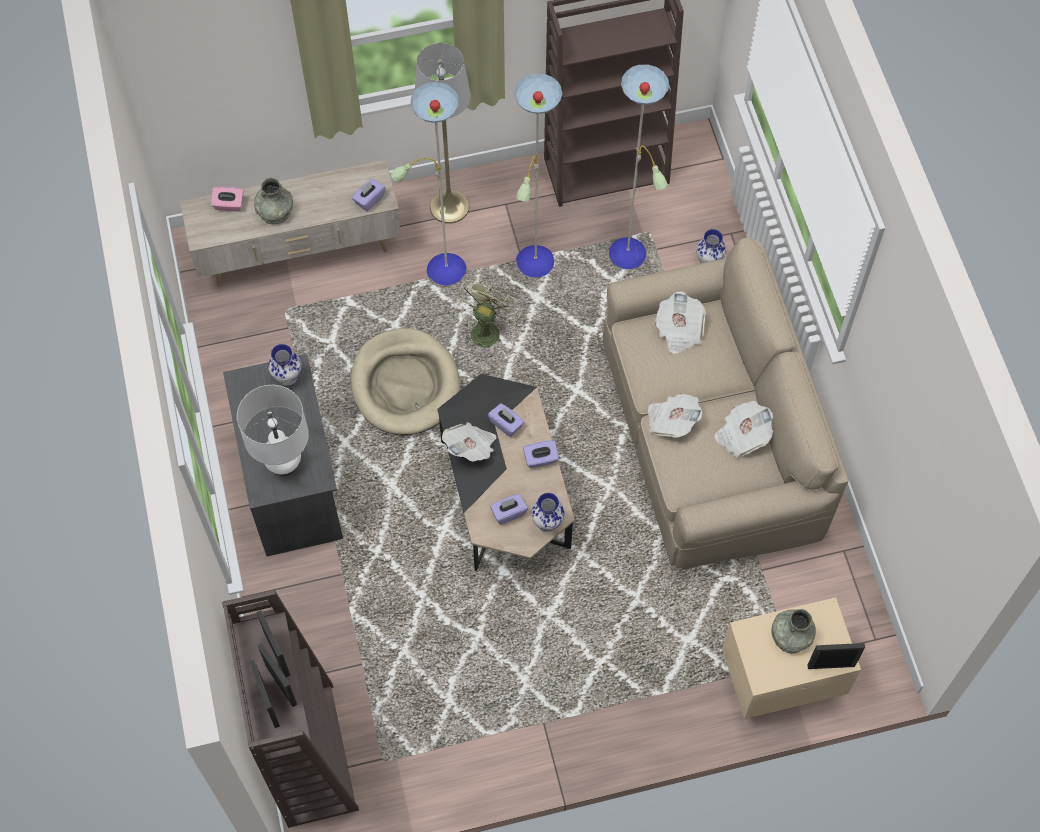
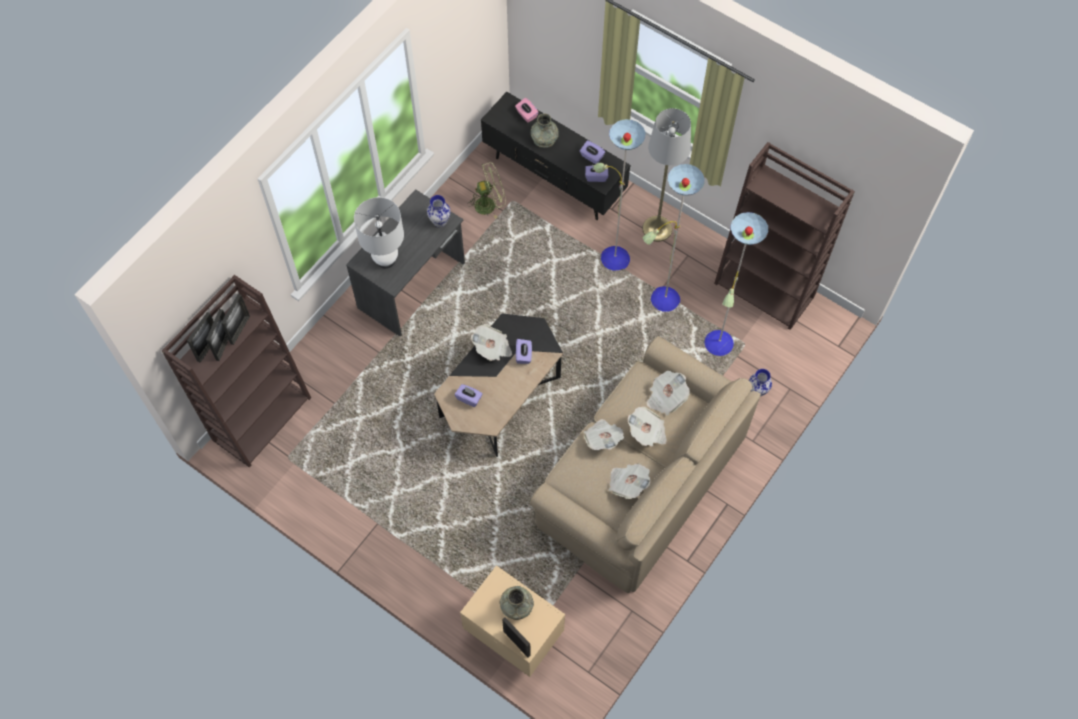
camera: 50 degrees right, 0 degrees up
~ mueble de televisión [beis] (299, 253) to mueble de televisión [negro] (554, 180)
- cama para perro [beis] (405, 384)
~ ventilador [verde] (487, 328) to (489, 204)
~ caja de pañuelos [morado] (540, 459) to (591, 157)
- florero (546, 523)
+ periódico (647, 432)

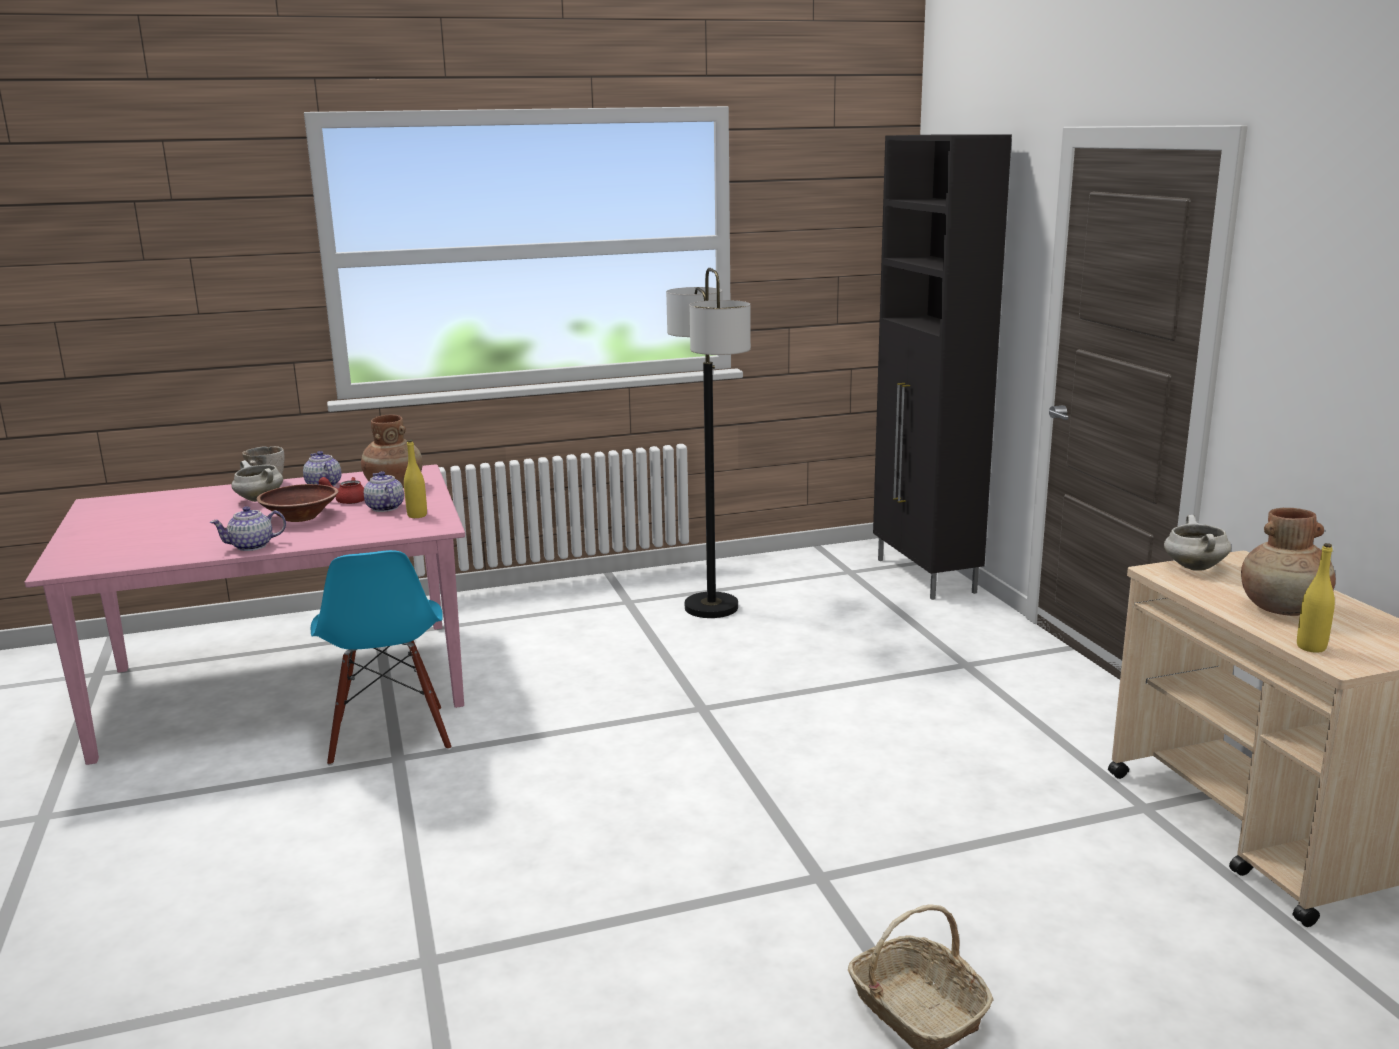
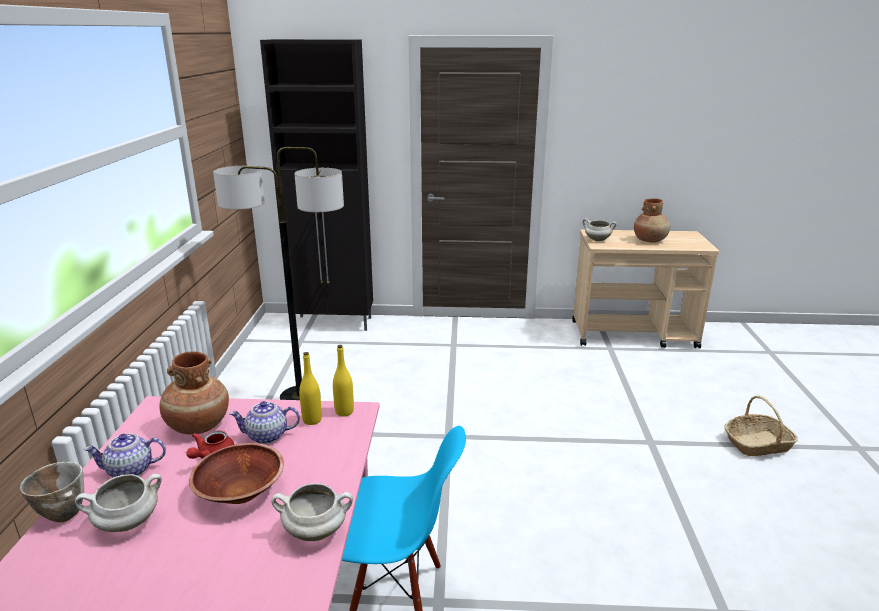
camera: 70 degrees left, 5 degrees up
~ tetera (252, 546) to olla [blanco] (316, 531)
~ botella [amarillo] (1311, 647) to (344, 412)

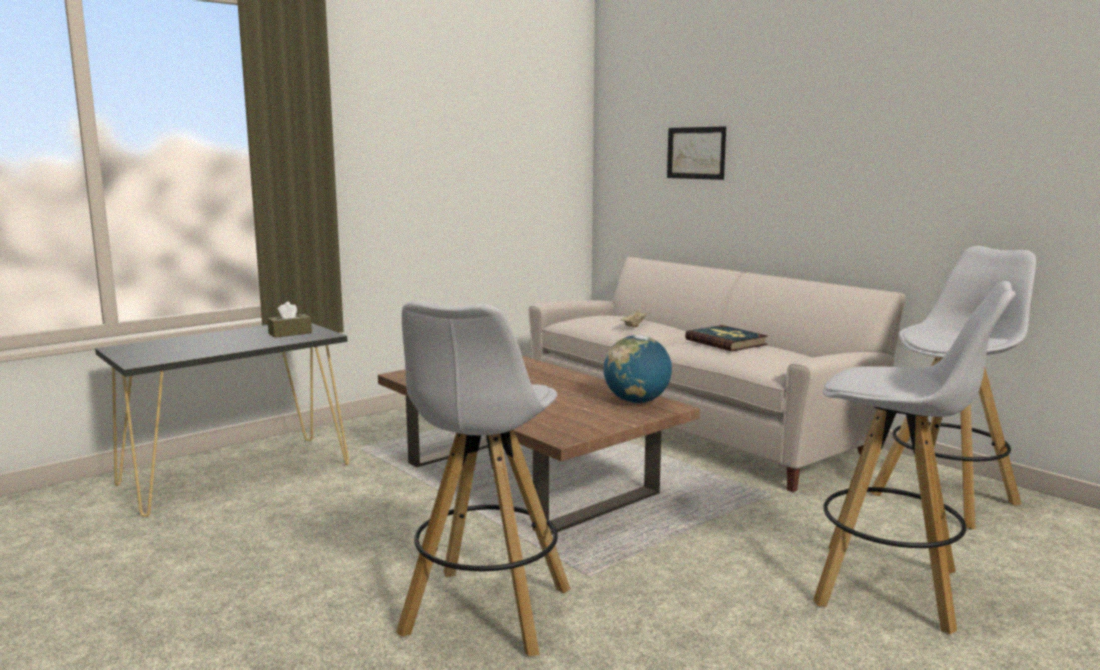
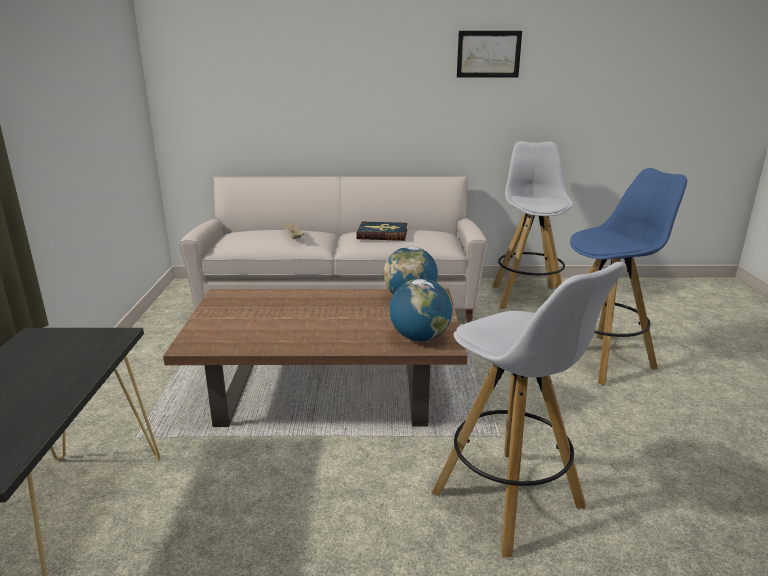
camera: 50 degrees left, 10 degrees up
- caja de pañuelos [marrón] (290, 333)
~ cuadro (696, 153) to (488, 54)
~ taburete [blanco] (890, 588) to taburete [azul] (602, 358)
+ globo terráqueo (419, 338)

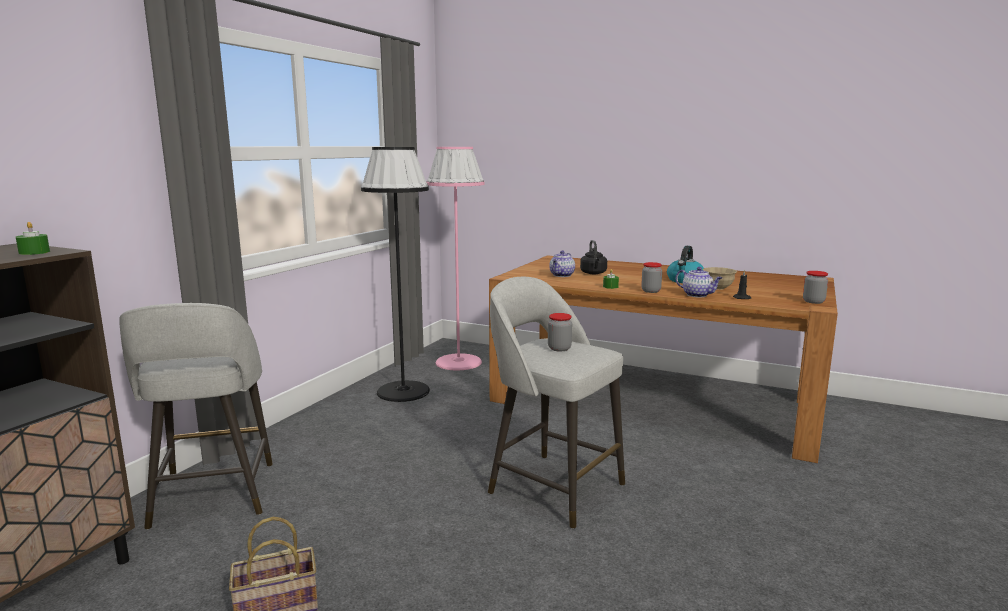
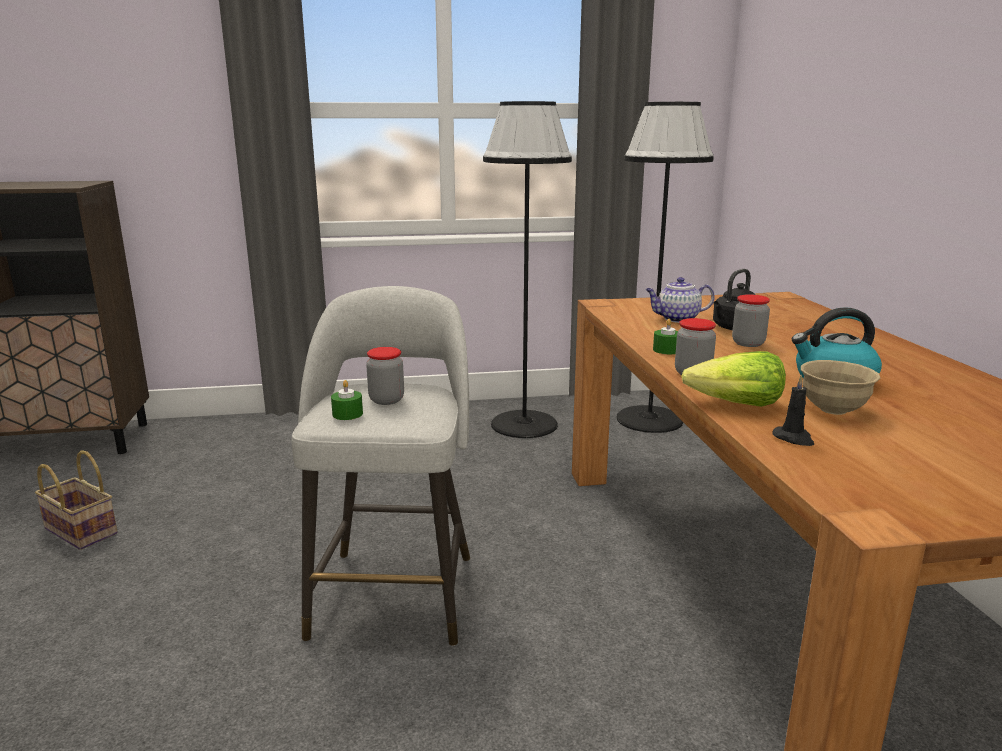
camera: 55 degrees right, 5 degrees up
~ vela [verde] (34, 252) to (347, 414)
- taburete [gris] (213, 496)
~ lámpara de pie [rosa] (458, 362) to lámpara de pie [negro] (649, 419)
~ tetera (698, 295) to lechuga (735, 404)
~ tarro (813, 301) to (748, 343)

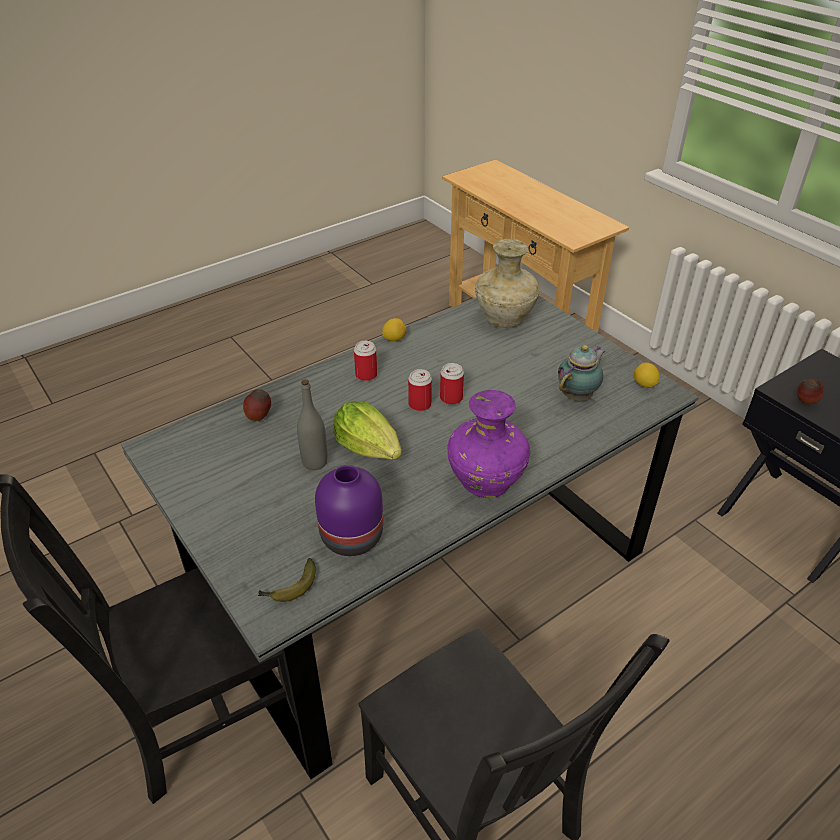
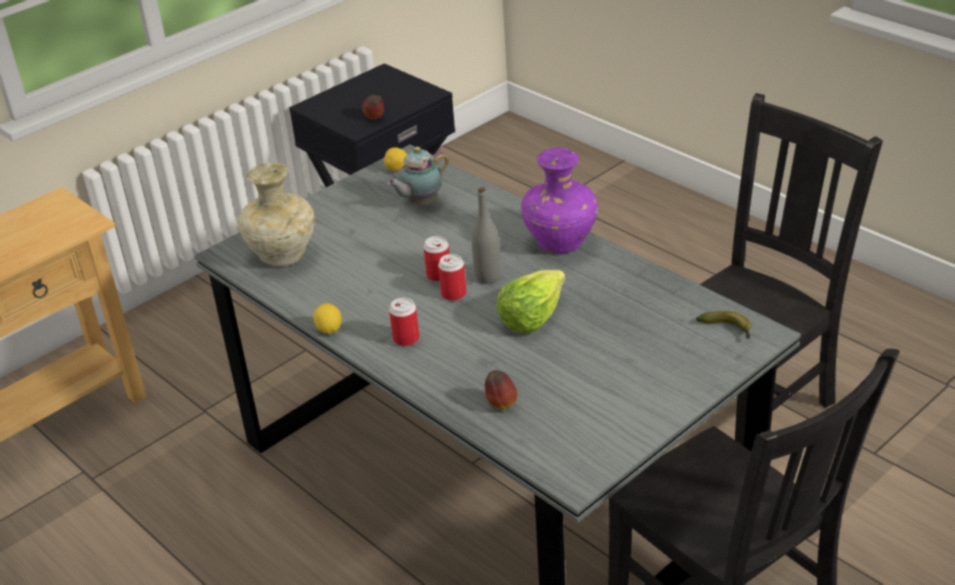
camera: 95 degrees left, 5 degrees down
~ botella [gris] (315, 462) to (488, 277)
- florero [morado] (353, 536)
~ tetera (578, 395) = (420, 203) 75 degrees counterclockwise

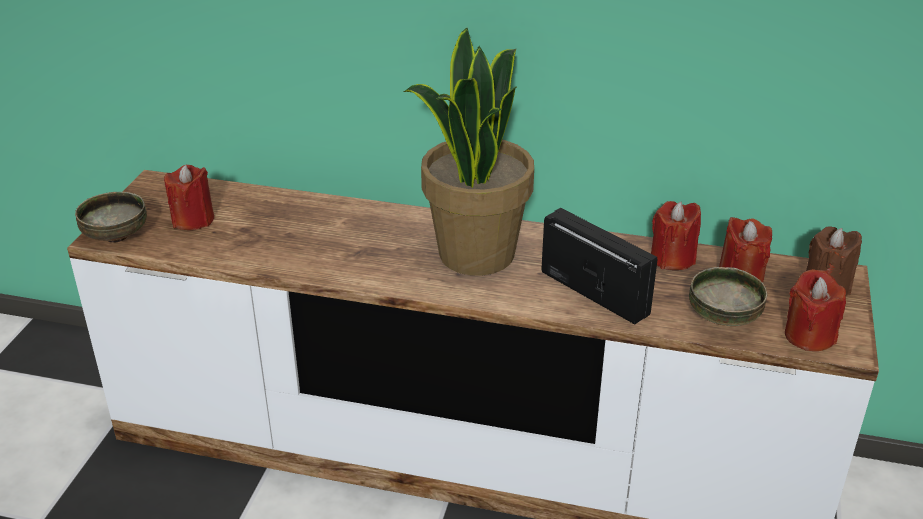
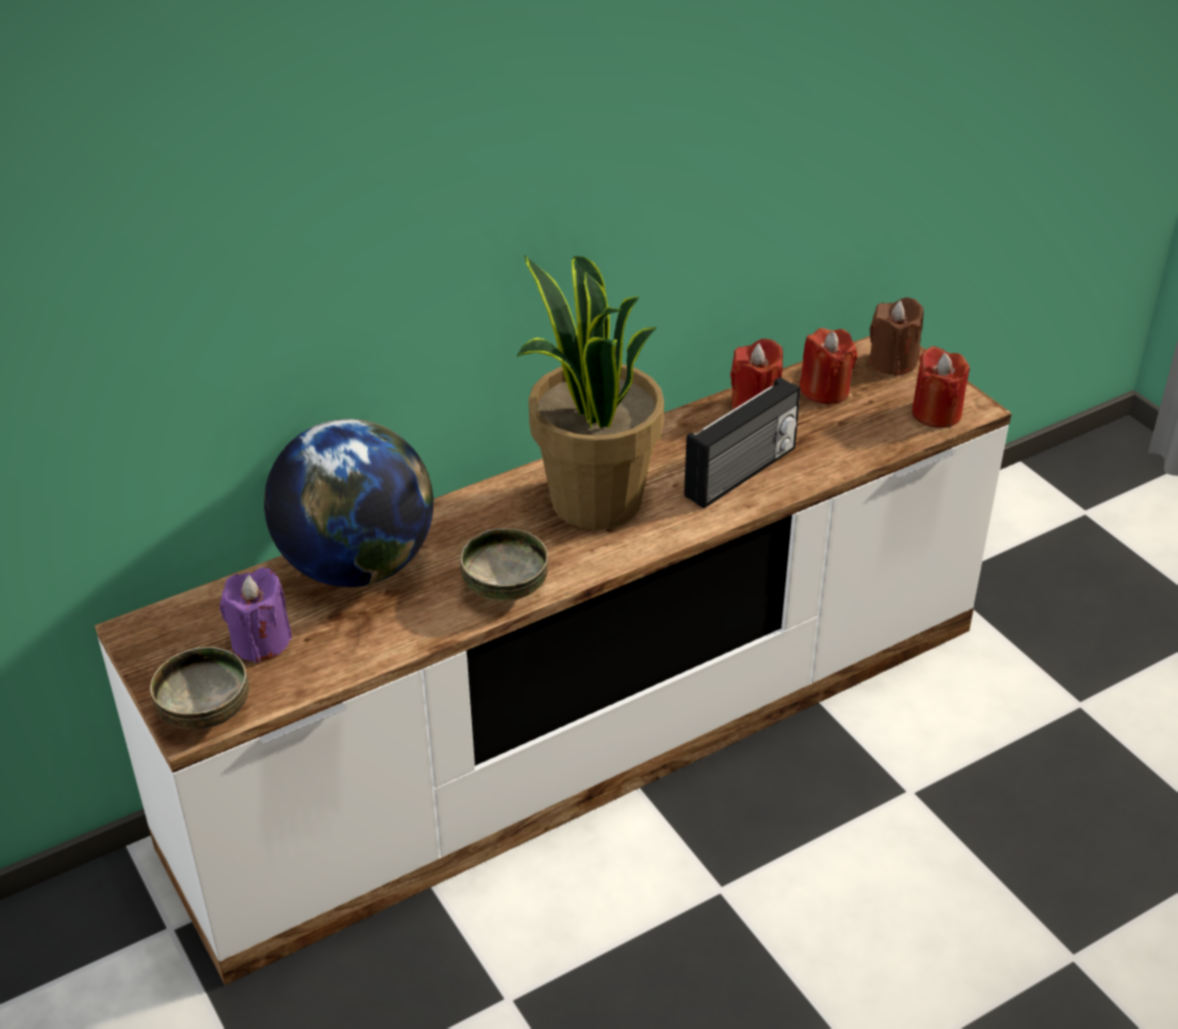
camera: 45 degrees left, 5 degrees up
~ vela [rojo] (193, 219) to vela [morado] (261, 641)
~ radio (596, 292) = (742, 473) 135 degrees clockwise
~ cuenco (723, 317) to (504, 588)
+ globo terráqueo (357, 566)

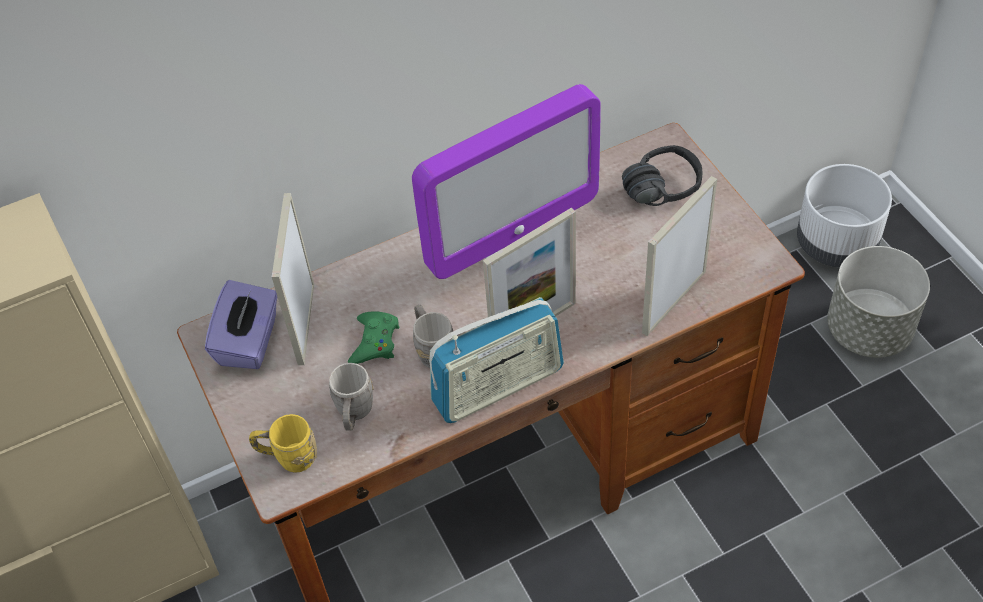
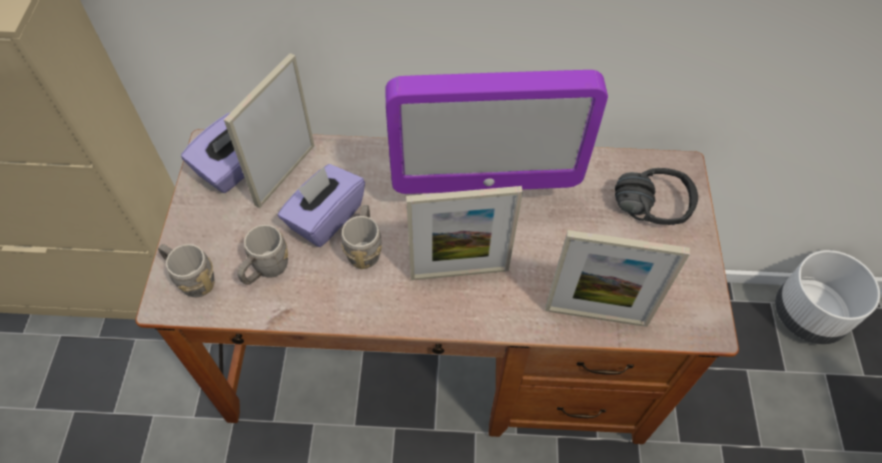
camera: 25 degrees right, 5 degrees up
~ taza grande [amarillo] (288, 457) to taza grande [gris] (192, 279)
~ mando de consola [verde] (375, 342) to caja de pañuelos [morado] (325, 217)
- radio (498, 386)
~ portarretratos (674, 302) = (596, 316) 150 degrees counterclockwise
- maceta [gris] (869, 330)

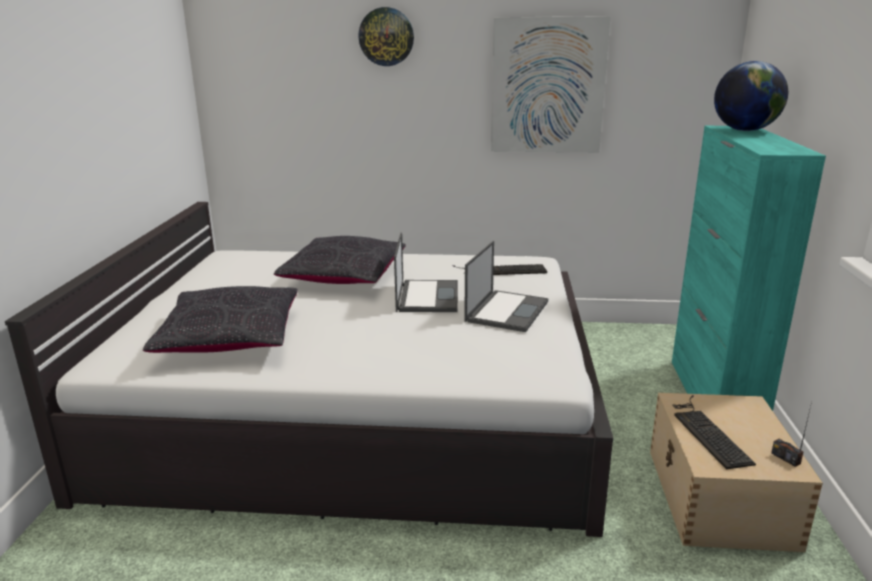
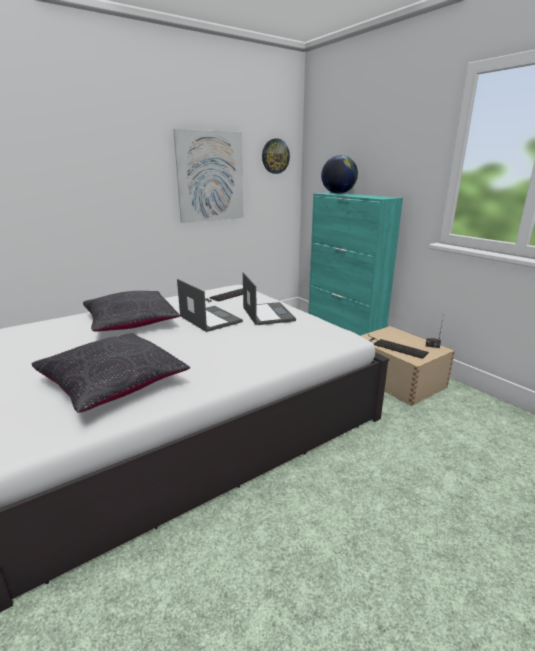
camera: 40 degrees left, 0 degrees up
~ reloj de pared (386, 37) to (275, 156)

